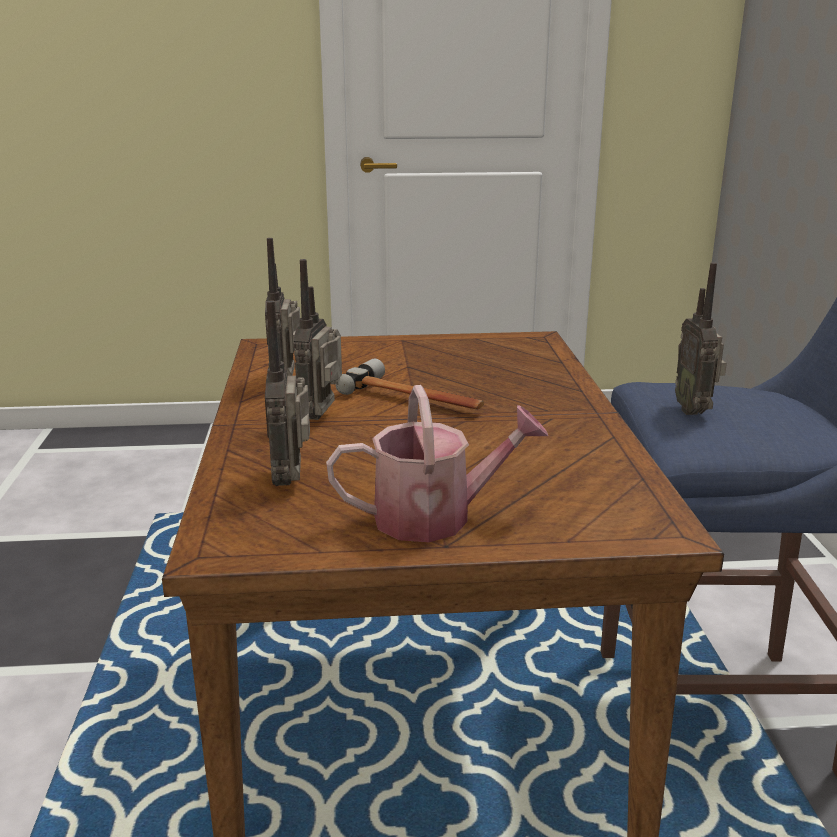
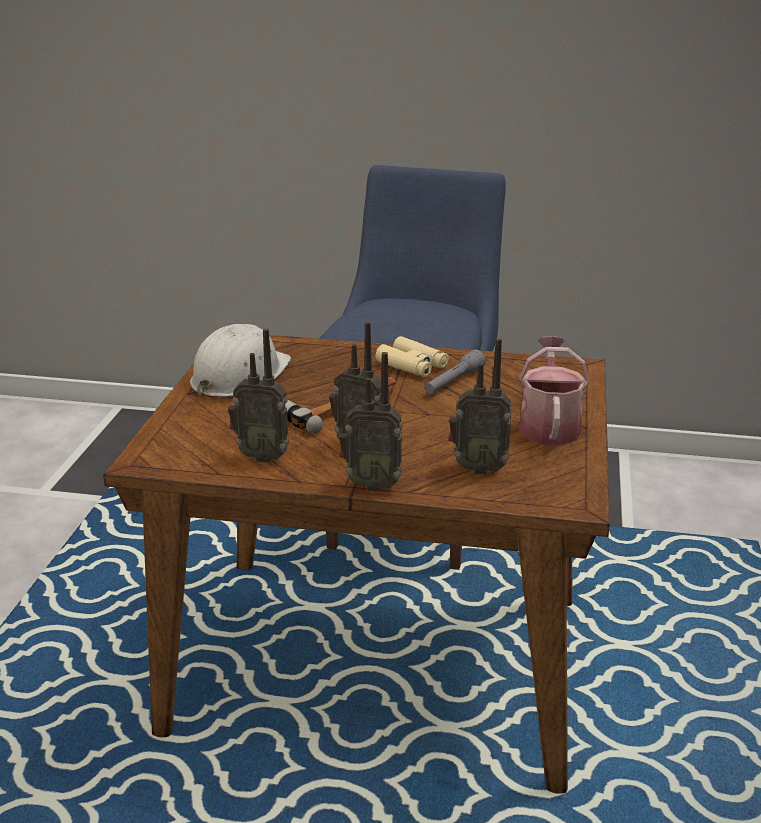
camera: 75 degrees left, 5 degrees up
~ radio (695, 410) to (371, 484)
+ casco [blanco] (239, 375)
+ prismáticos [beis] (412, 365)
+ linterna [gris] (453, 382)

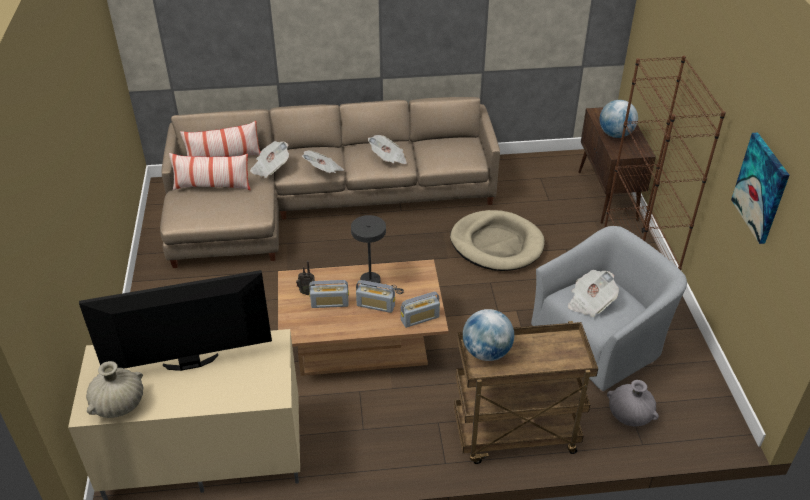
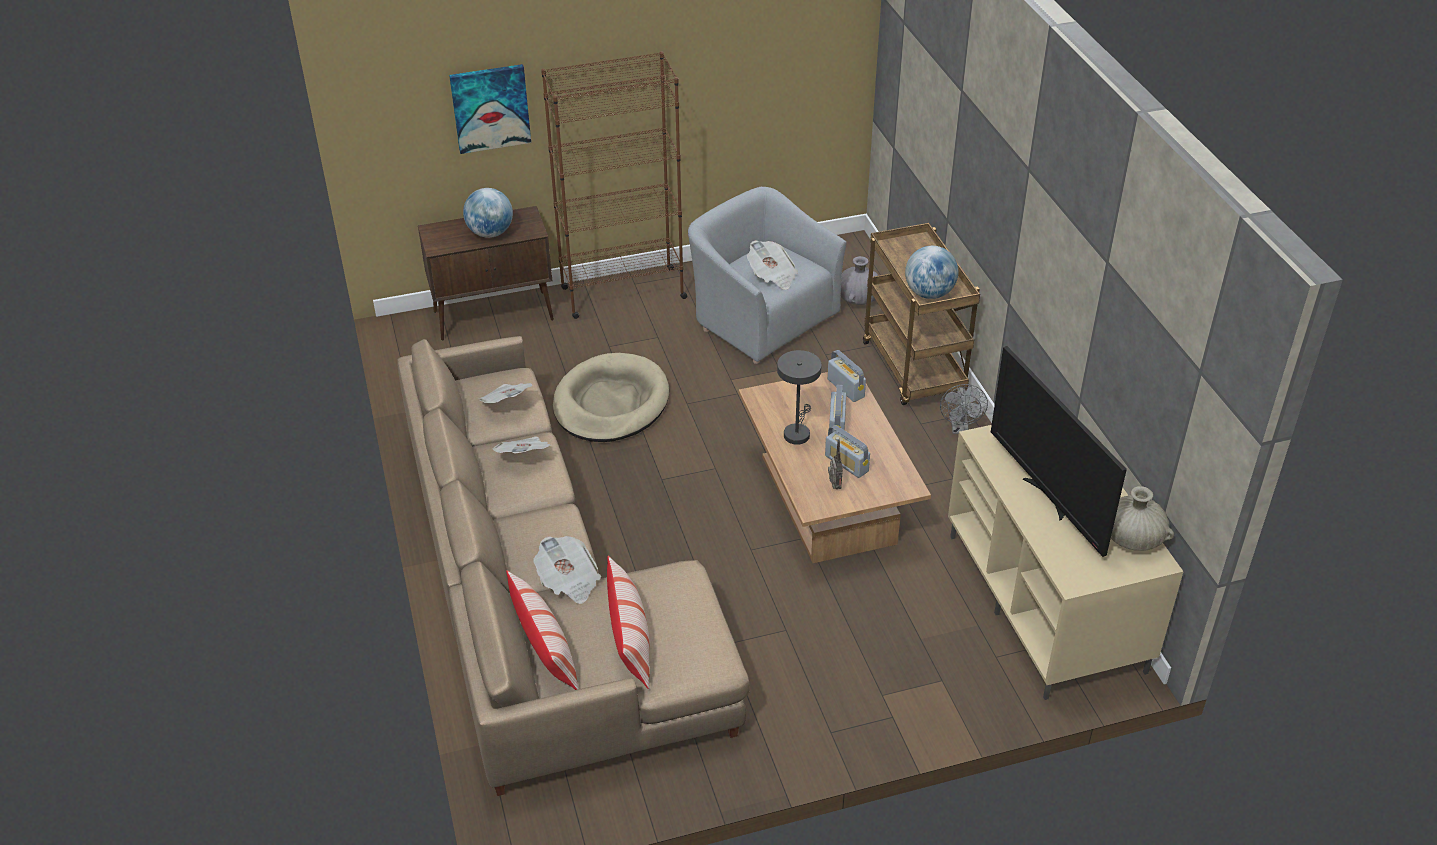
camera: 100 degrees left, 0 degrees up
~ periódico (323, 171) to (507, 403)
~ radio (330, 303) = (846, 463) 150 degrees clockwise
~ cuadro (761, 188) to (490, 108)
+ ventilador [gris] (960, 429)

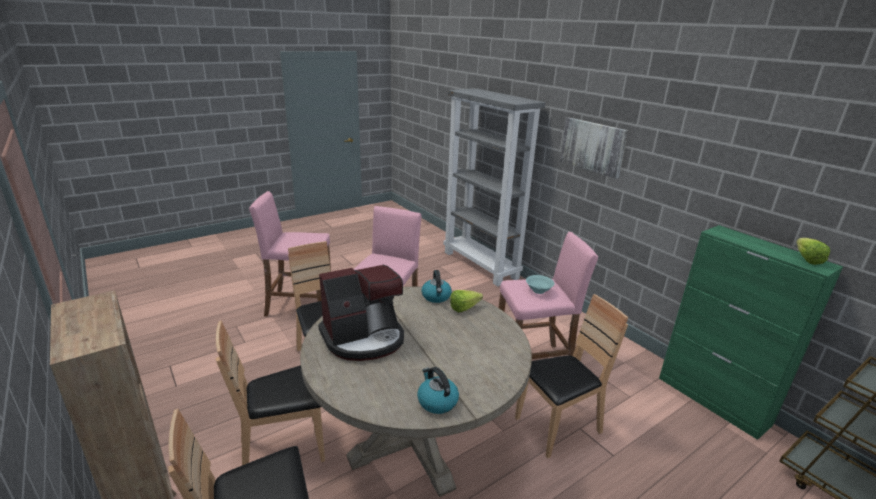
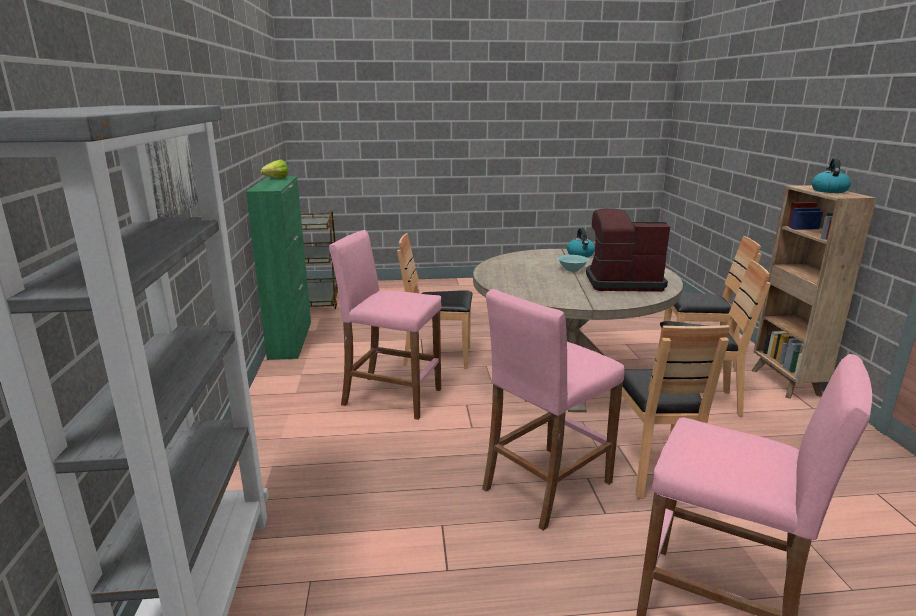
camera: 150 degrees left, 5 degrees down
~ hervidor (436, 297) to (828, 190)
- lechuga (467, 308)
~ cuenco [turquesa] (538, 290) to (572, 269)

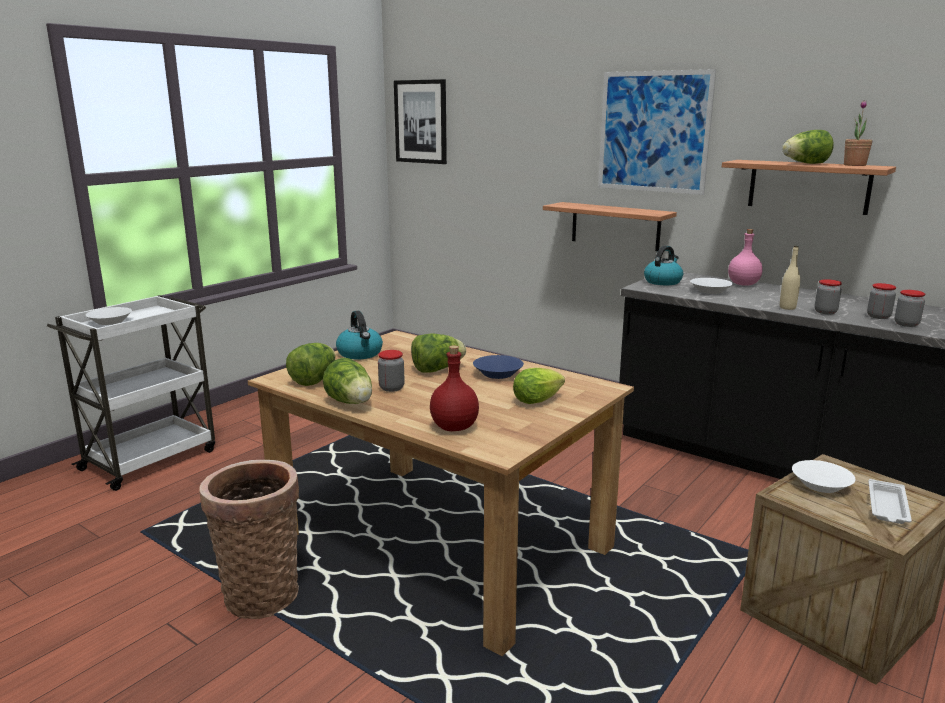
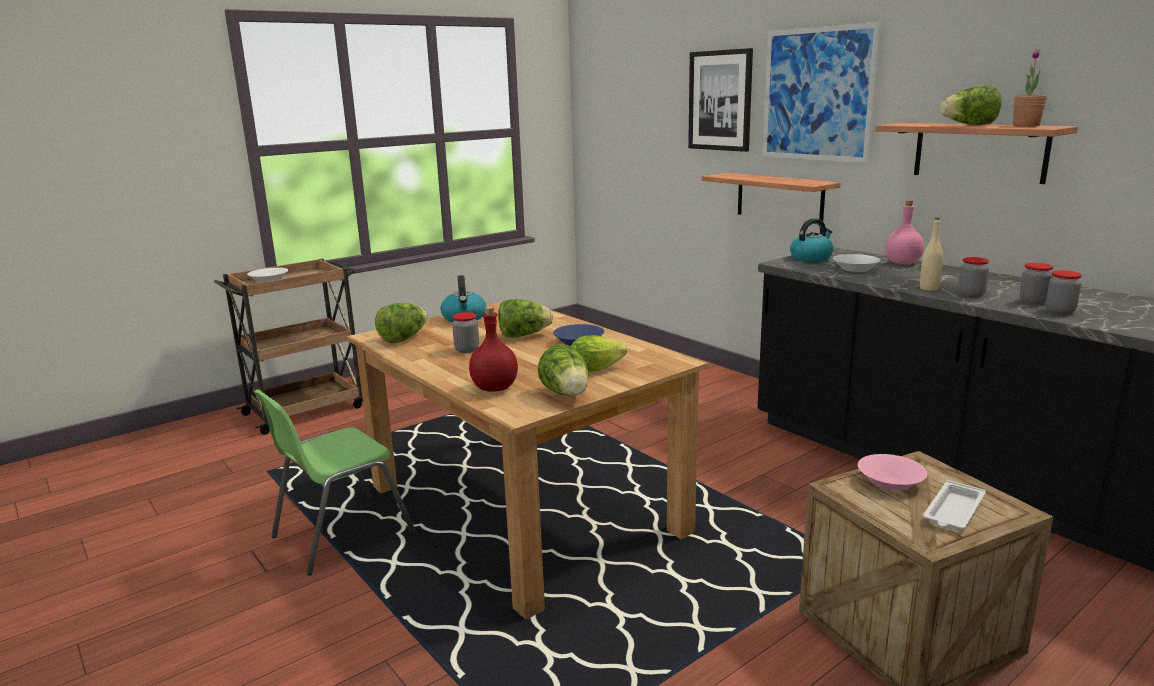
camera: 15 degrees right, 0 degrees up
~ carrito [blanco] (151, 459) to carrito [marrón] (306, 410)
~ cesta (261, 592) to silla [verde] (340, 534)
~ lechuga (351, 403) to (567, 394)
~ cuadro (421, 121) to (720, 100)
~ cuenco [blanco] (820, 485) to cuenco [rosa] (889, 482)

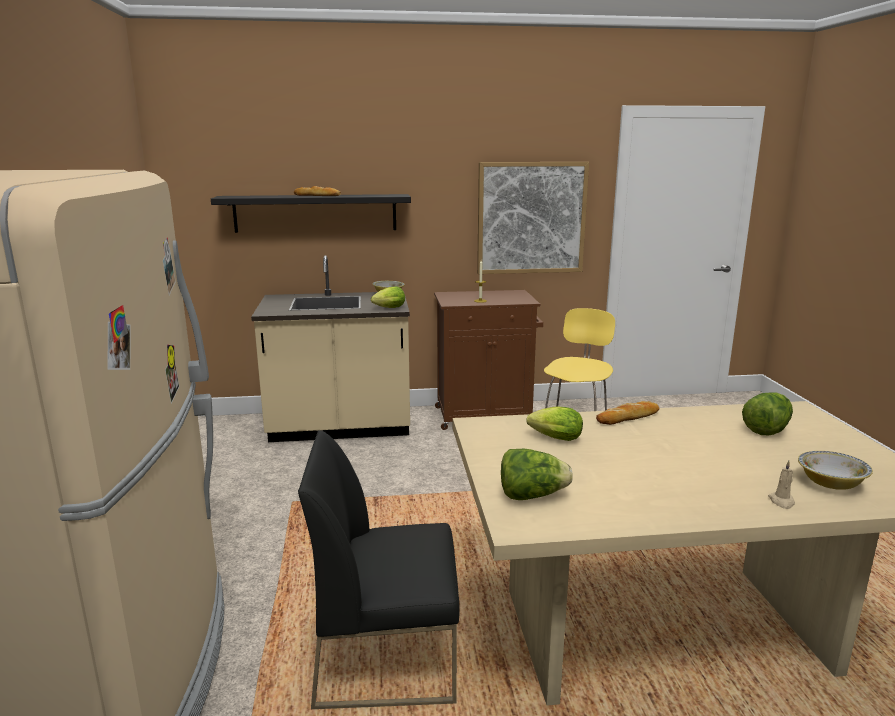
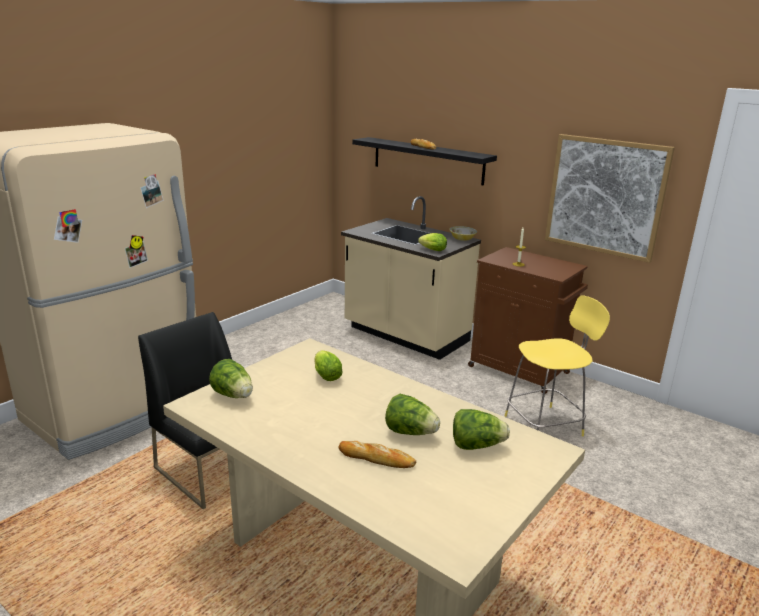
camera: 45 degrees right, 5 degrees up
~ pan (628, 417) to (376, 458)
- vela [beis] (782, 502)
- cuenco (830, 483)
+ lechuga (410, 432)

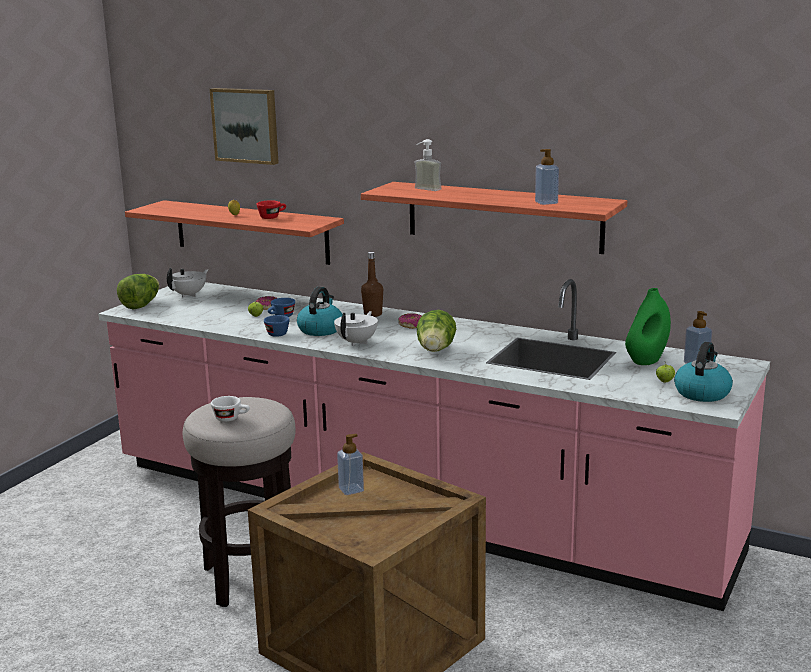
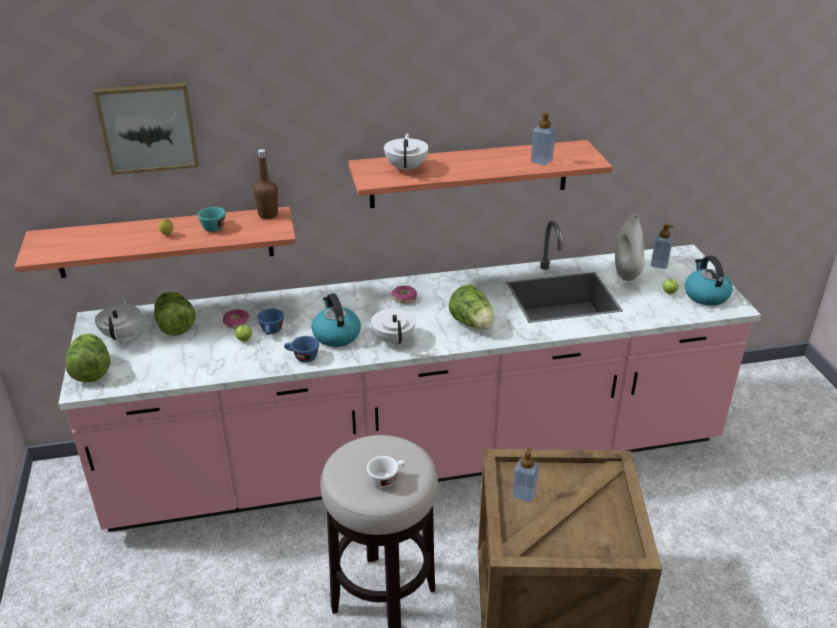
camera: 40 degrees left, 15 degrees up
~ taza [rojo] (272, 217) to taza [turquesa] (215, 226)
~ botella [marrón] (373, 314) to (268, 214)
~ dispensador de jabón (424, 190) to tetera [blanco] (406, 168)
~ florero [verde] (646, 360) to florero [blanco] (627, 274)
+ lechuga (175, 326)

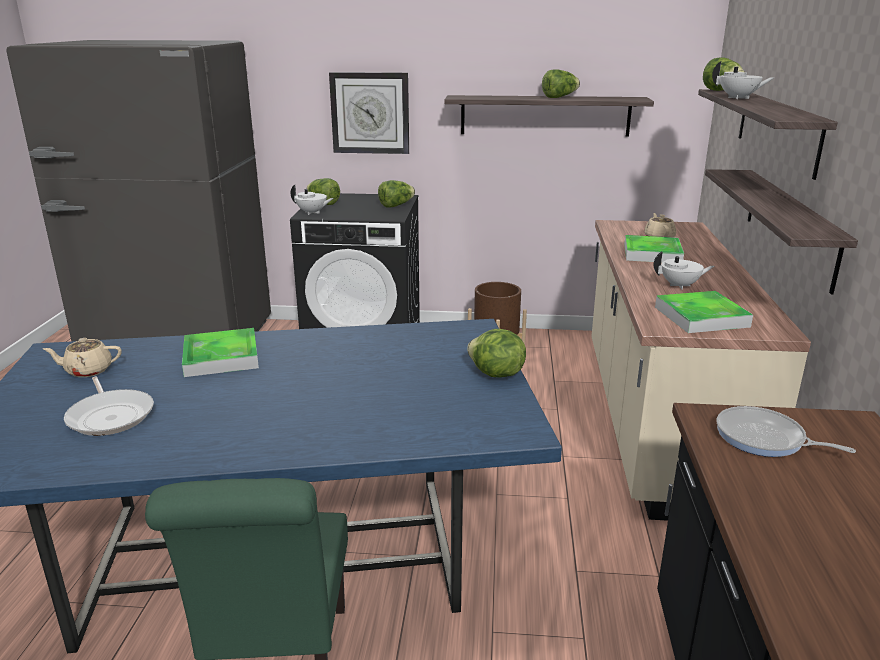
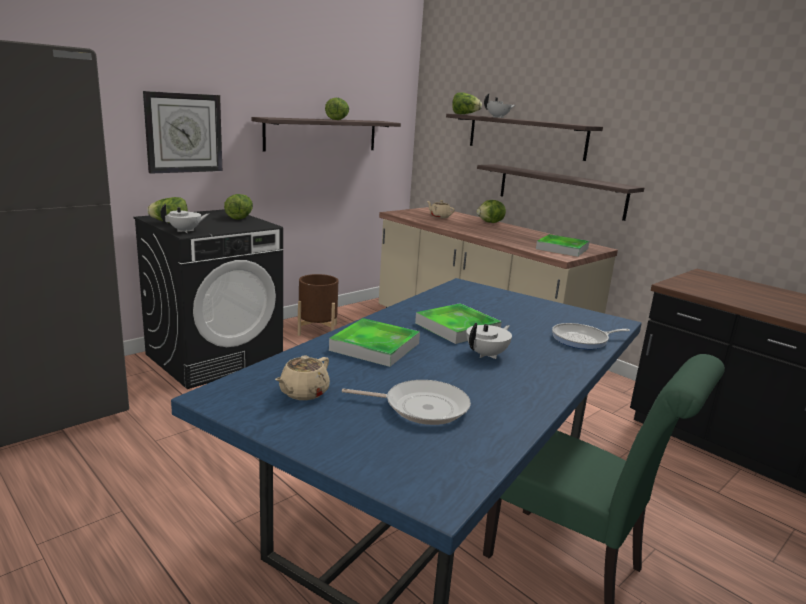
camera: 50 degrees left, 5 degrees down
~ lechuga (496, 374) to (490, 223)
~ bandeja (652, 253) to (457, 328)
~ tetera [blanco] (680, 286) to (487, 355)
~ sartén (764, 439) to (582, 340)

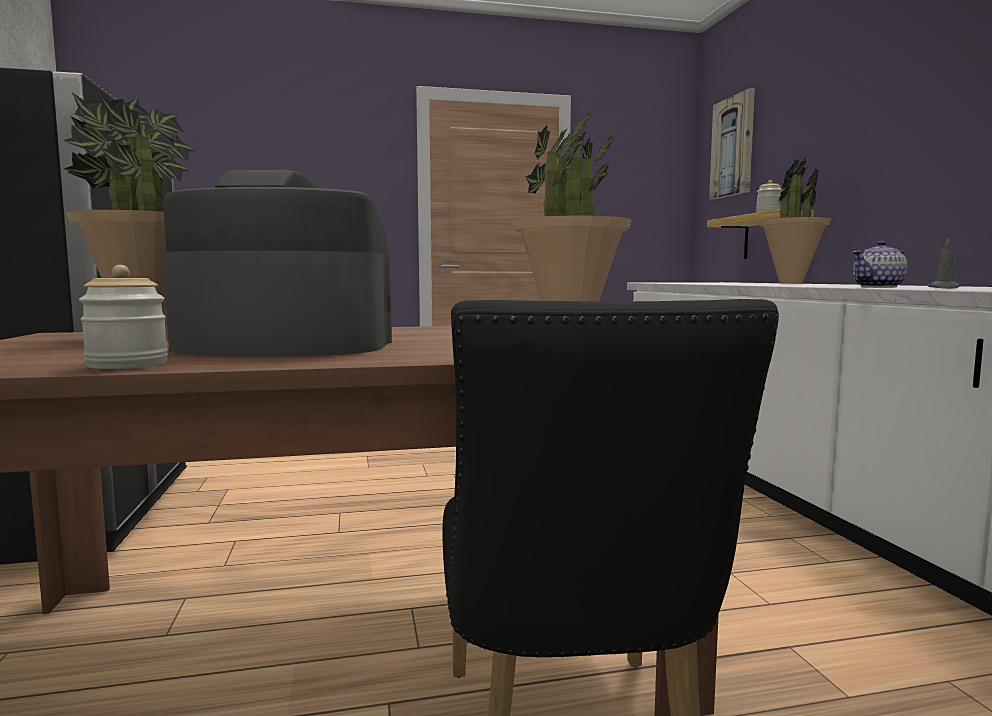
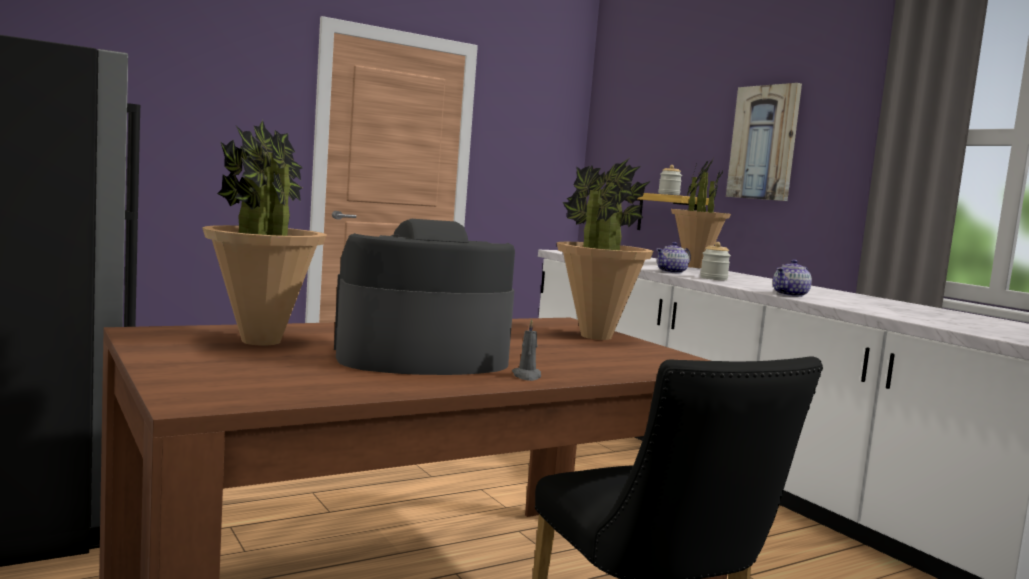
camera: 20 degrees left, 0 degrees up
~ tarro (127, 365) to (713, 278)
~ cuadro (733, 147) to (764, 142)
~ vela [gris] (944, 288) to (527, 376)
+ tetera (672, 272)

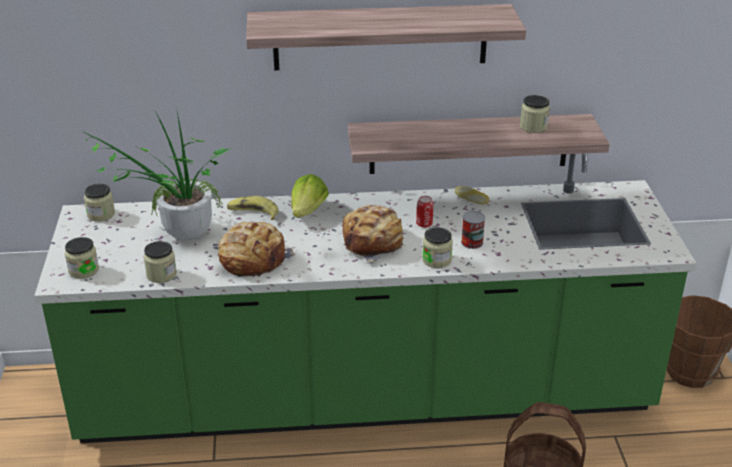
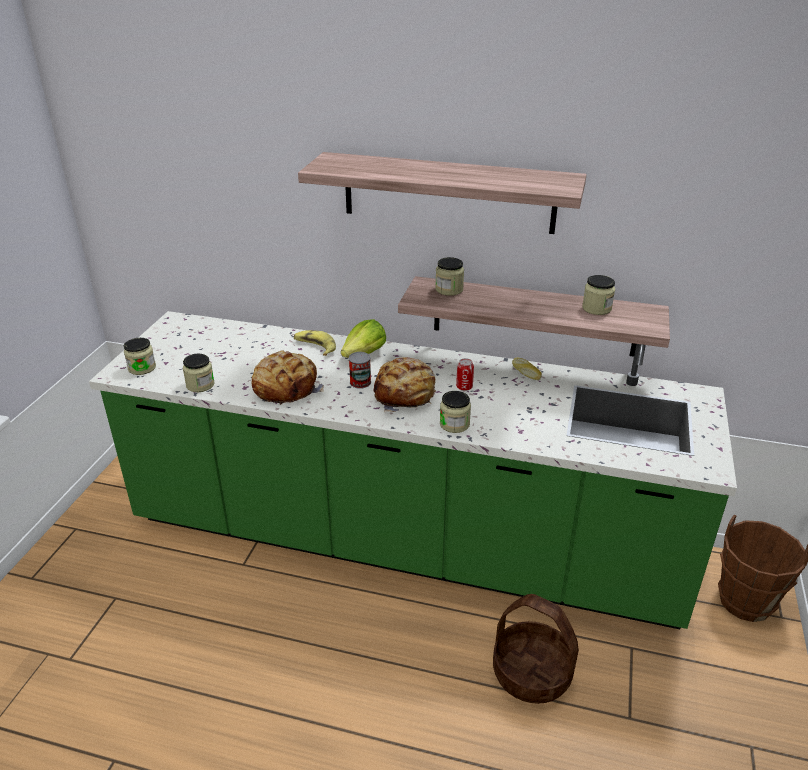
camera: 20 degrees right, 0 degrees up
- planta en maceta (177, 235)
~ tarro (101, 214) to (449, 289)
~ lata (472, 242) to (360, 382)

